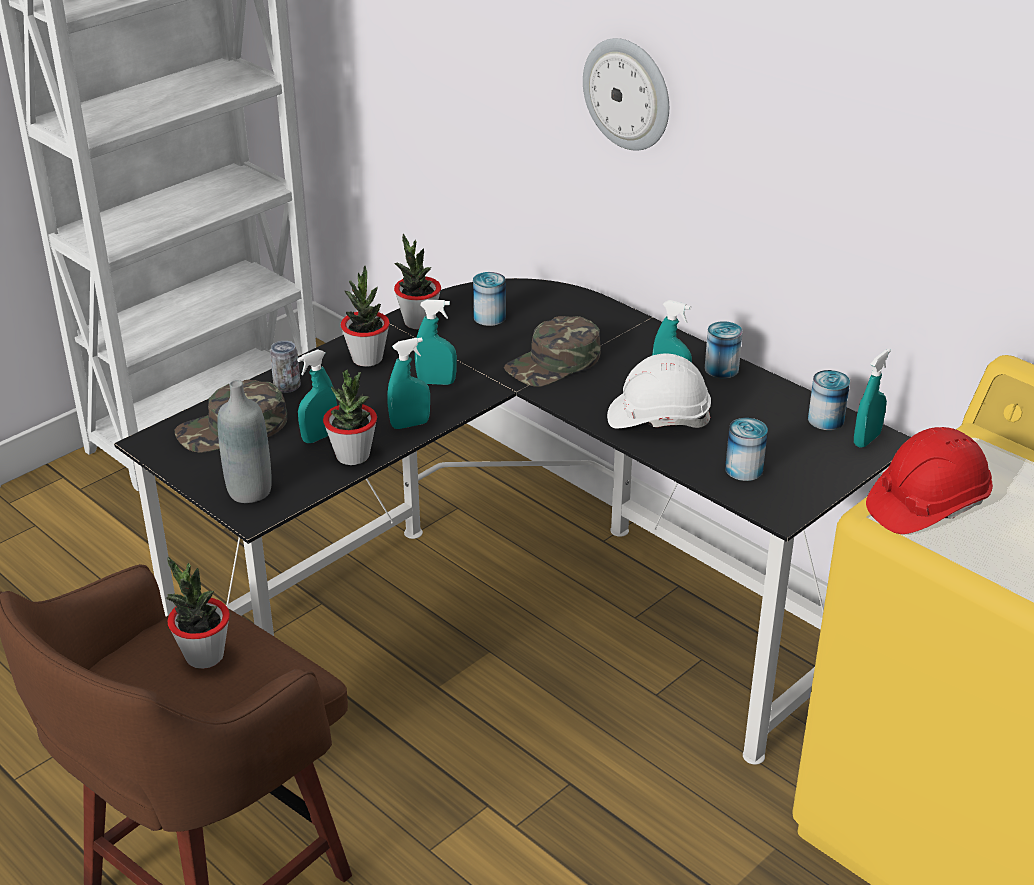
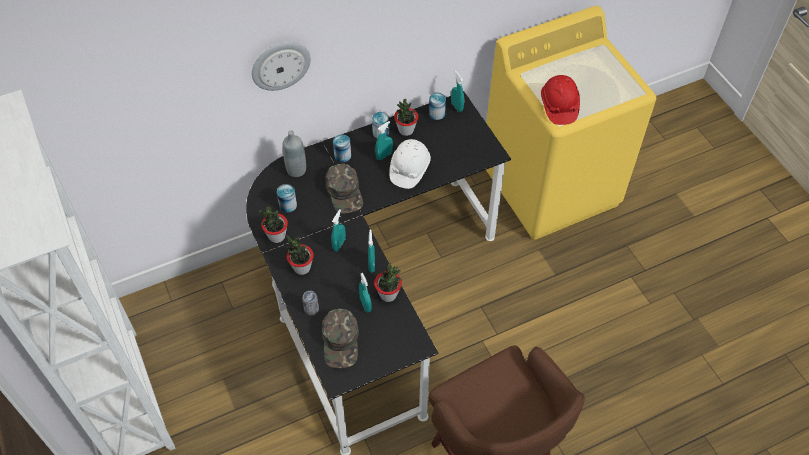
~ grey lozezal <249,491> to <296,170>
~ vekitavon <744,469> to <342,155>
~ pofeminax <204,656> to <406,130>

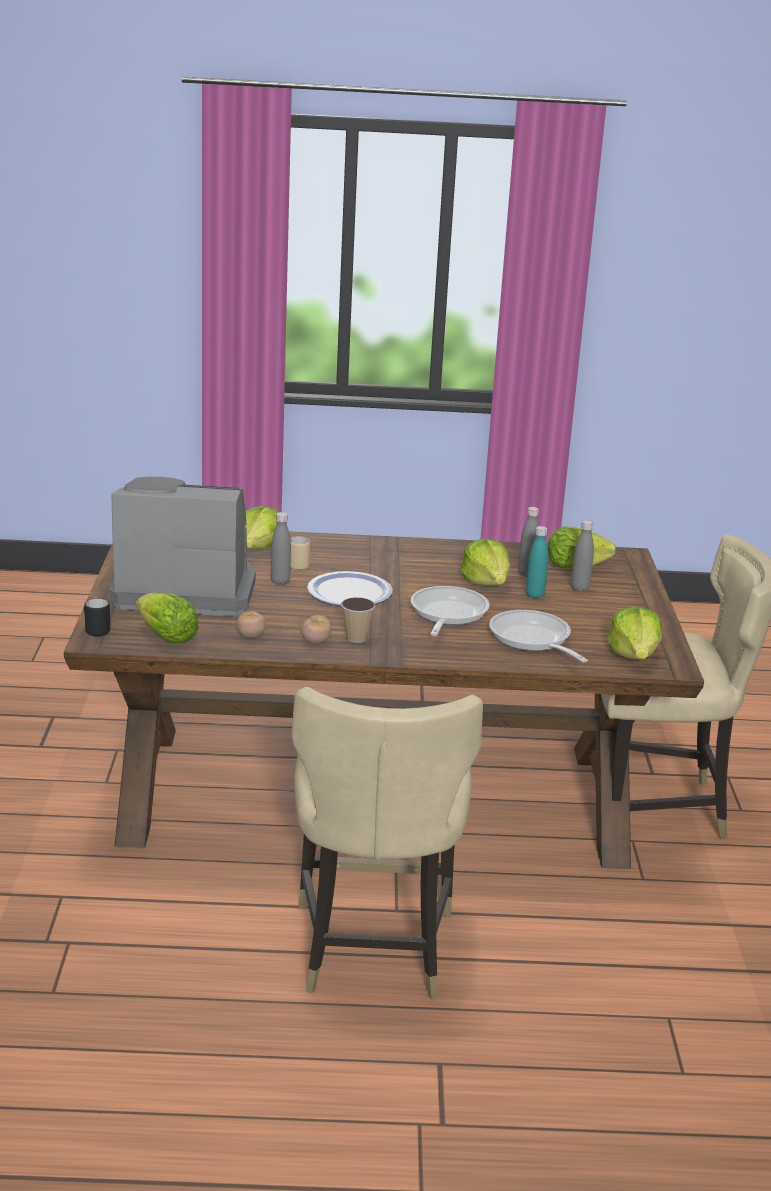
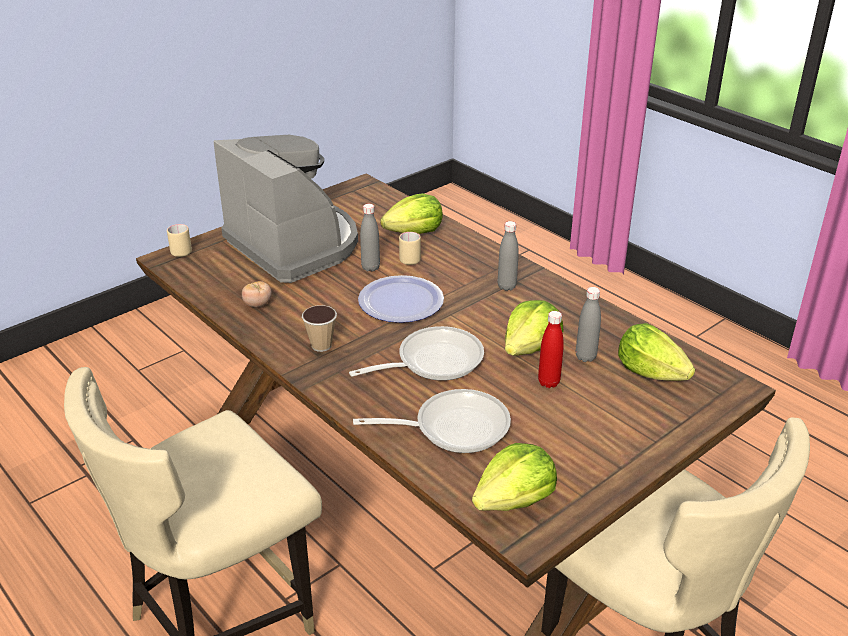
~ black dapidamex <95,630> to beige dapidamex <182,250>
~ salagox <533,640> = <453,427> 60 degrees clockwise
~ grey lozezal <579,588> to <506,286>
~ turquoise lozezal <534,595> to red lozezal <548,382>
- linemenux <166,637>
- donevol <315,641>

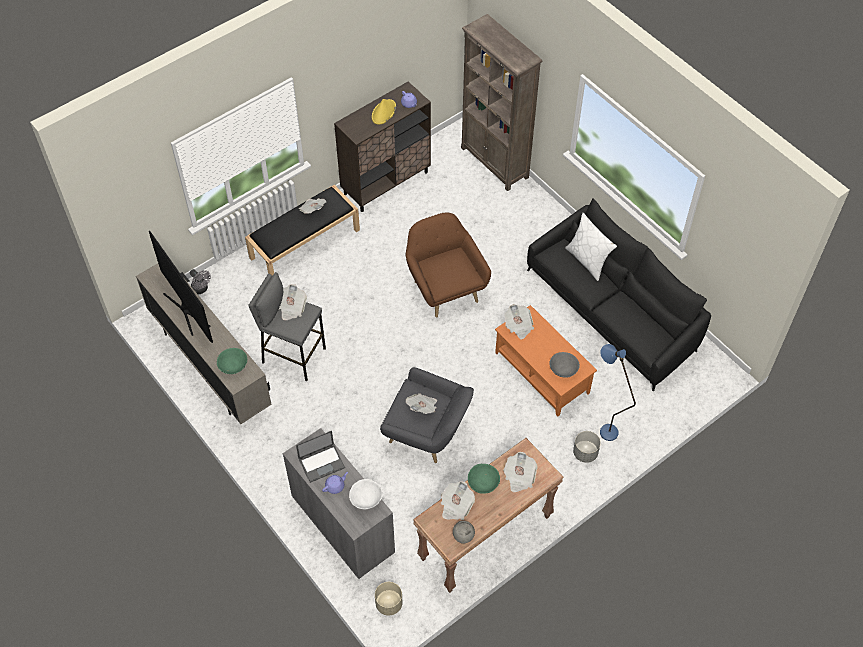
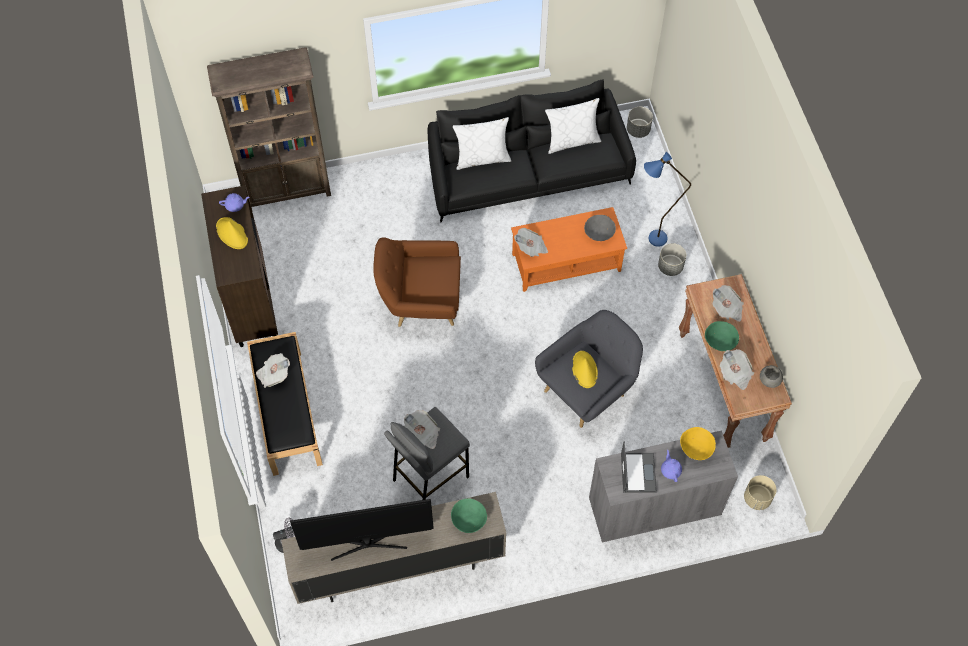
+ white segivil <572,140>
~ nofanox <422,407> to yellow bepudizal <584,369>
+ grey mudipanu <638,130>
~ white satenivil <366,498> to yellow satenivil <696,447>

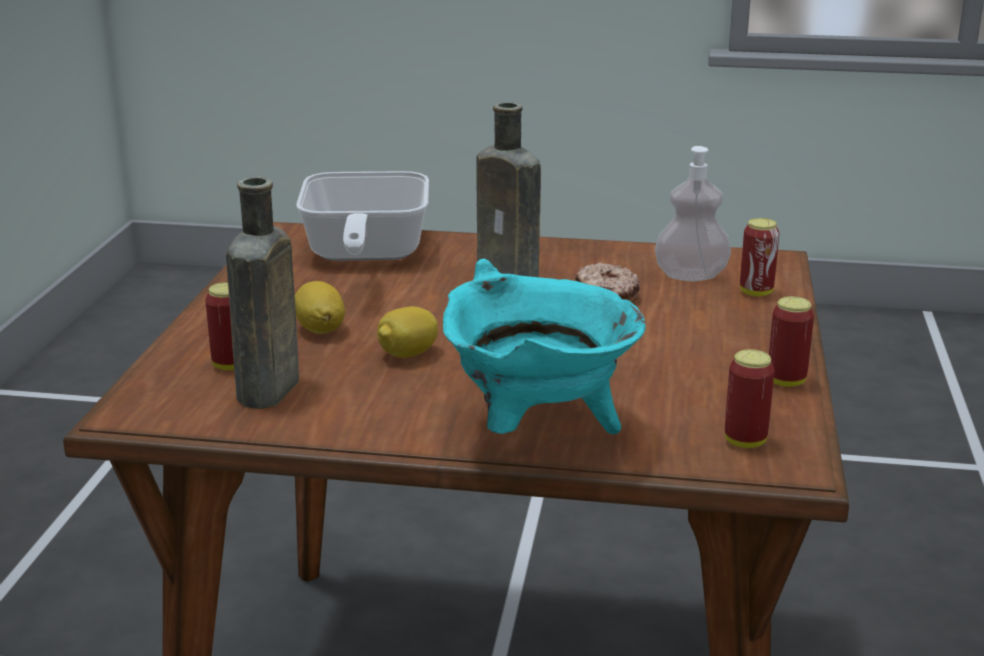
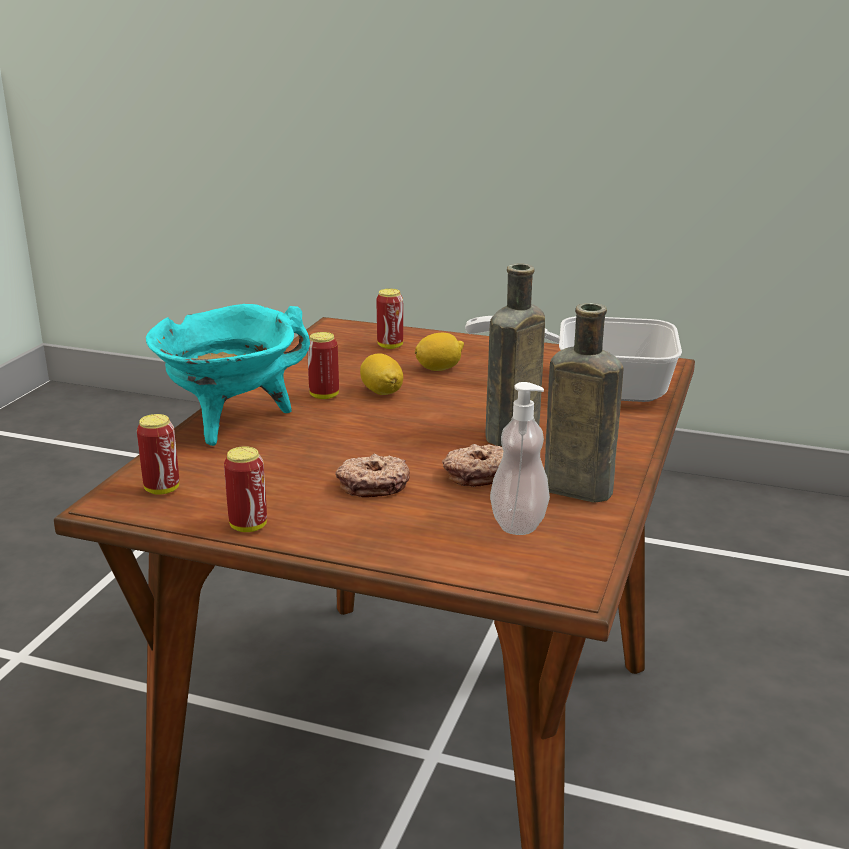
~ vekitavon <756,292> to <324,396>
+ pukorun <373,485>
~ brown lozezal <266,393> to <572,489>

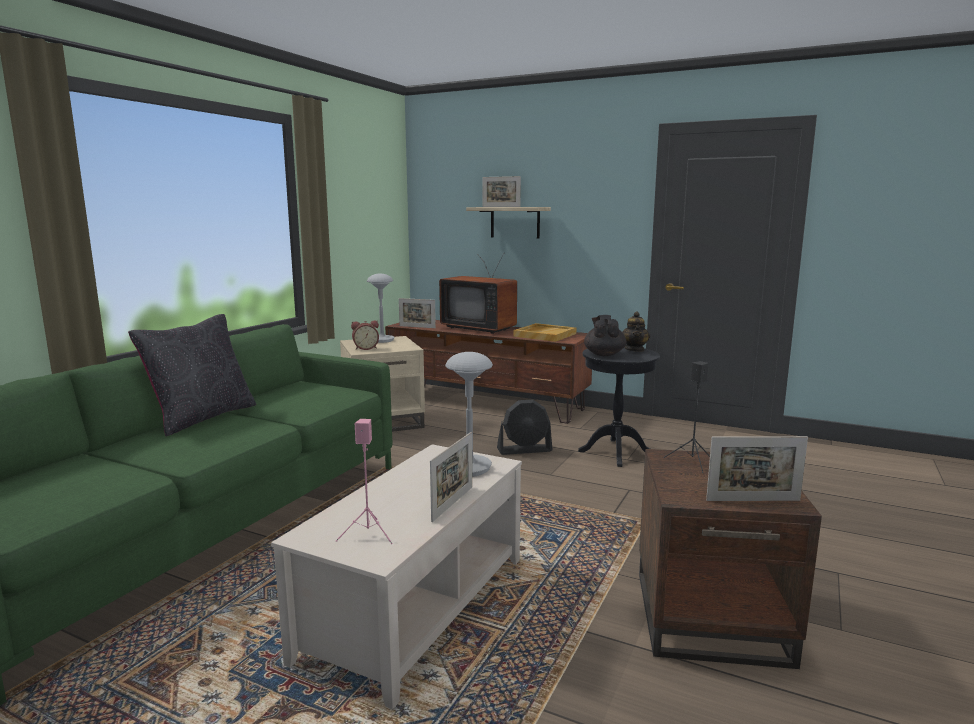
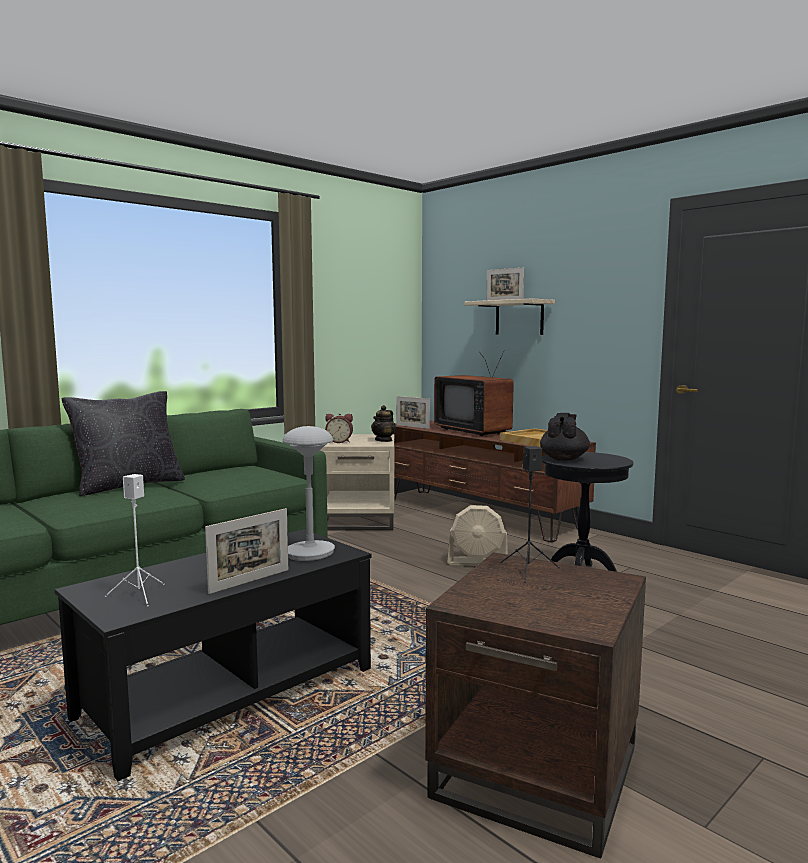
~ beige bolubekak <416,607> to black bolubekak <230,693>
~ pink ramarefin <369,534> to white ramarefin <139,595>
~ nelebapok <634,349> to <384,440>
~ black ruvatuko <524,450> to beige ruvatuko <478,563>
- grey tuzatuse <382,340>
- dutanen <753,500>

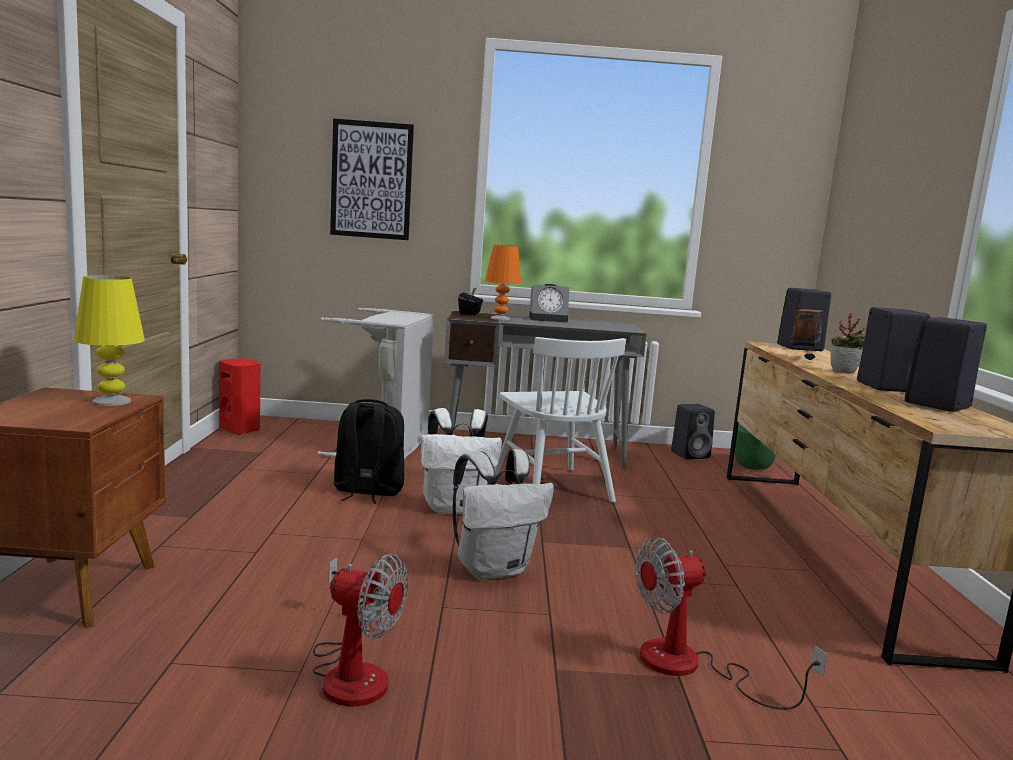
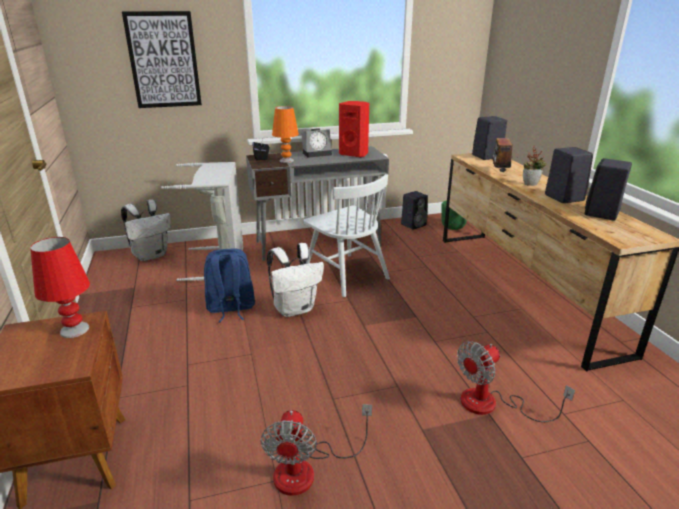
~ yellow tuzatuse <111,401> to red tuzatuse <74,330>
~ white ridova <493,569> to <151,255>
~ black ridova <367,491> to blue ridova <230,308>
~ ruvatuko <352,671> = <307,469> 90 degrees clockwise
~ red ramarefin <241,429> to <354,154>

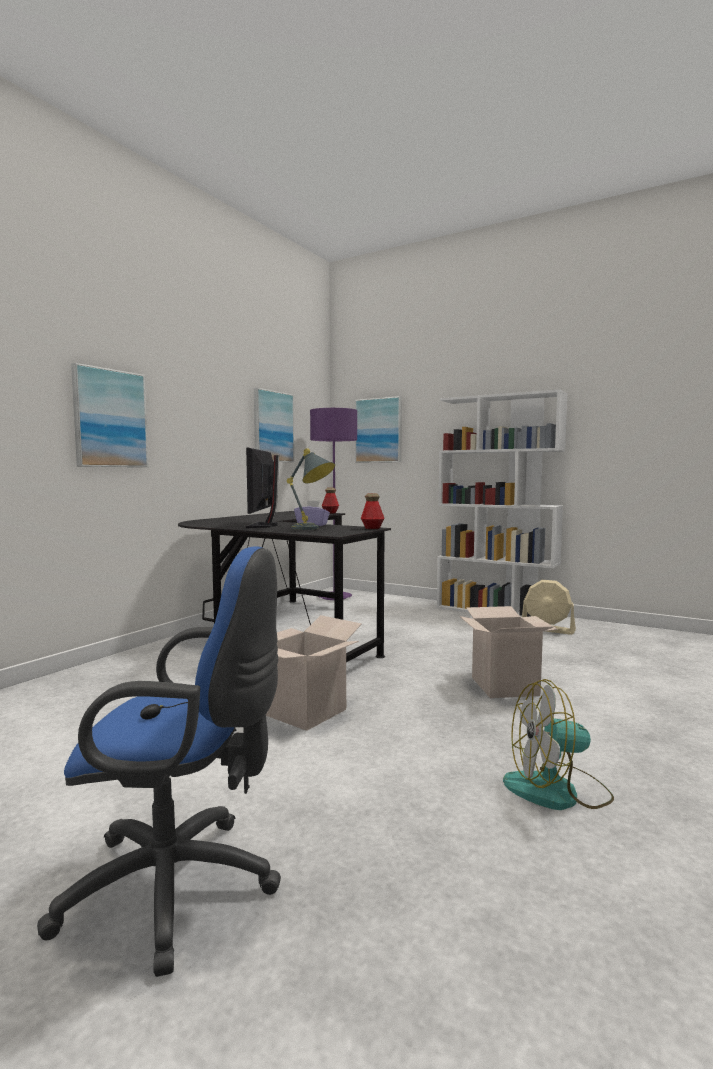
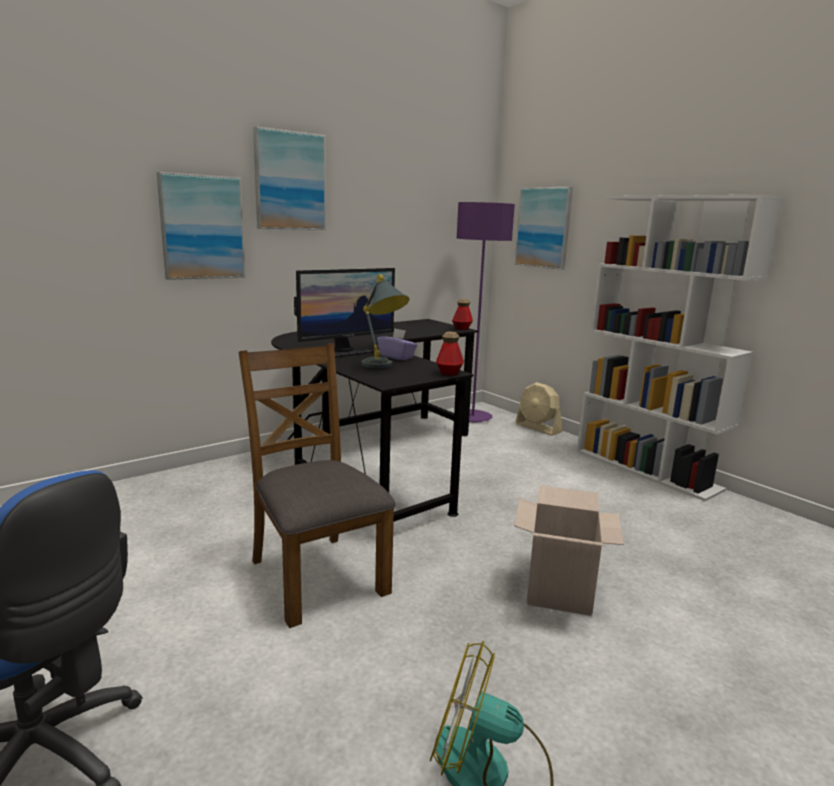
~ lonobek <305,712> to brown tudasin <316,576>
~ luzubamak <273,427> to <290,181>
~ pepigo <263,525> = <345,352> 150 degrees counterclockwise
~ beige ruvatuko <548,629> to <538,428>

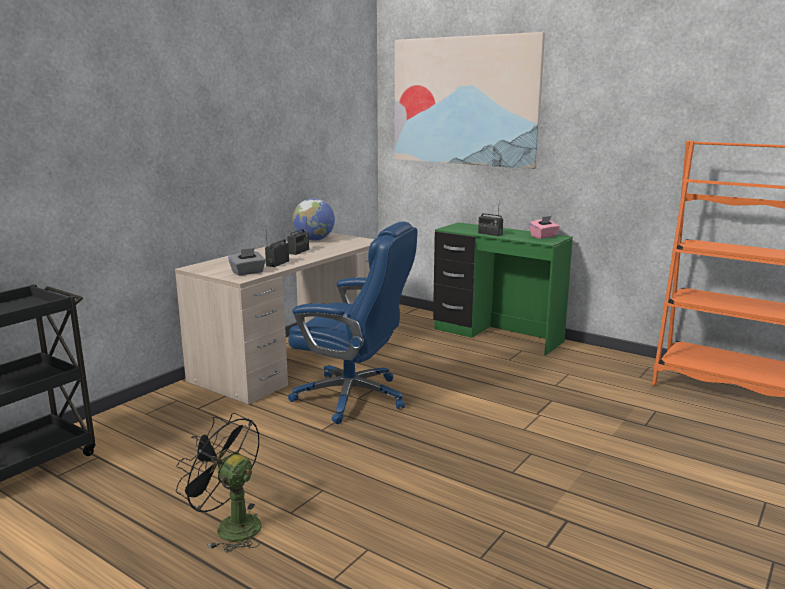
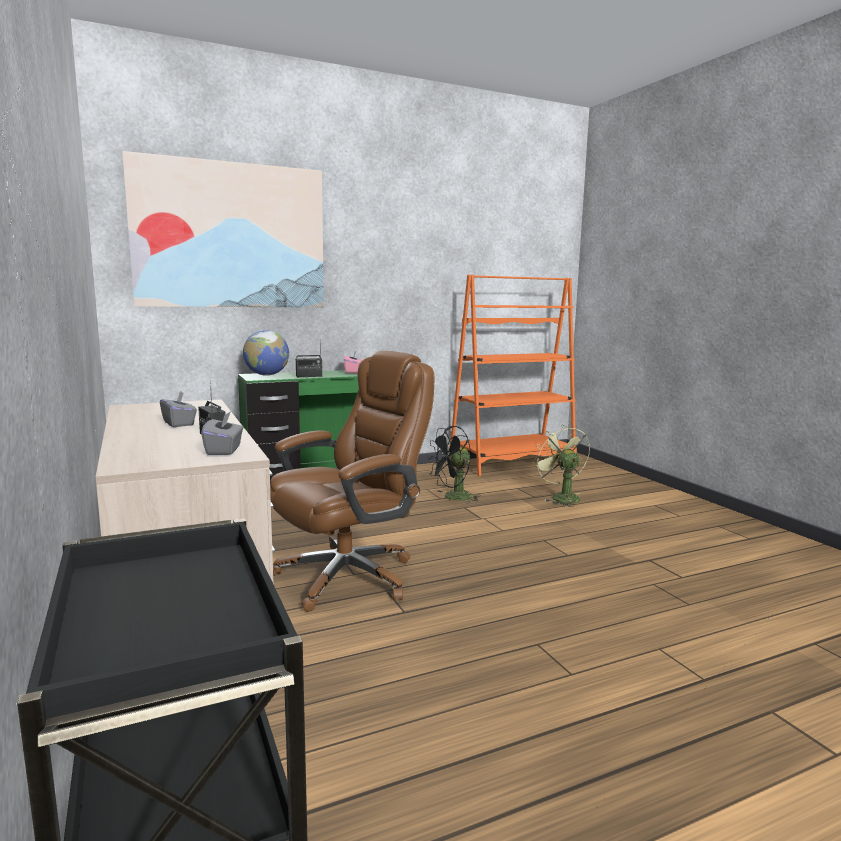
~ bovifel <298,251> to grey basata <179,423>
~ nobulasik <314,240> to <266,375>
~ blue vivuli <353,397> to brown vivuli <349,576>
~ black ruvatuko <230,526> to <453,498>
+ green ruvatuko <560,497>

